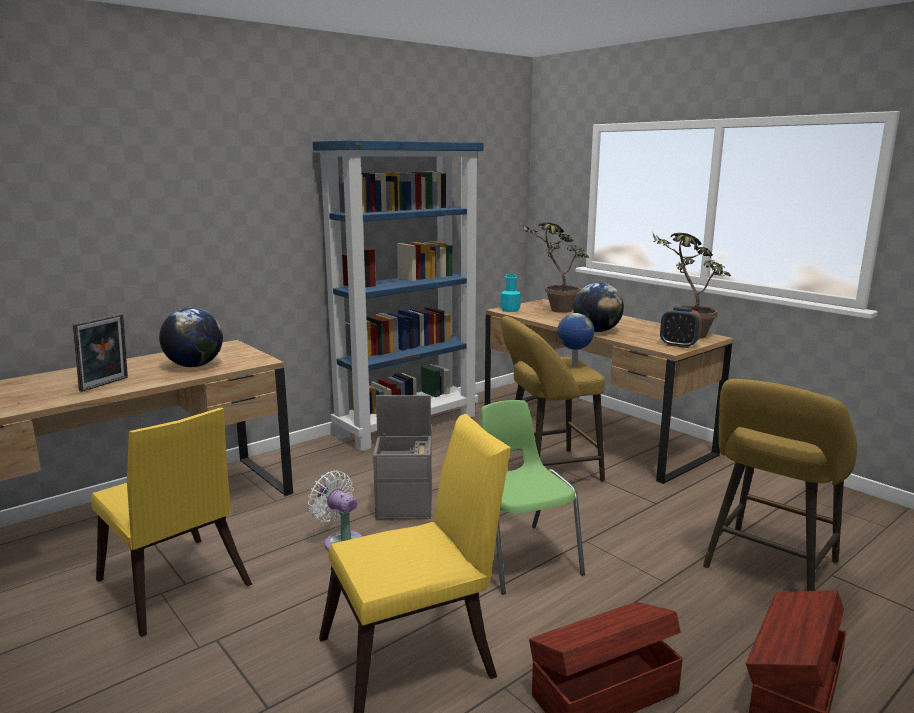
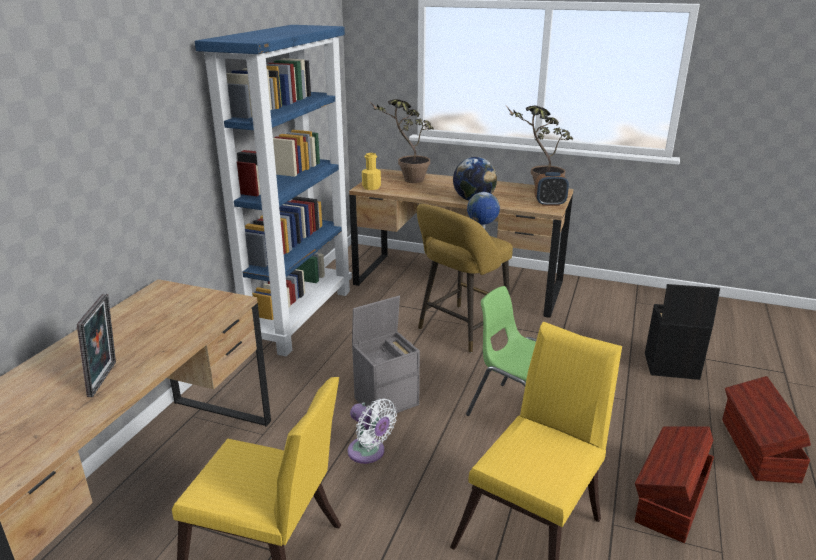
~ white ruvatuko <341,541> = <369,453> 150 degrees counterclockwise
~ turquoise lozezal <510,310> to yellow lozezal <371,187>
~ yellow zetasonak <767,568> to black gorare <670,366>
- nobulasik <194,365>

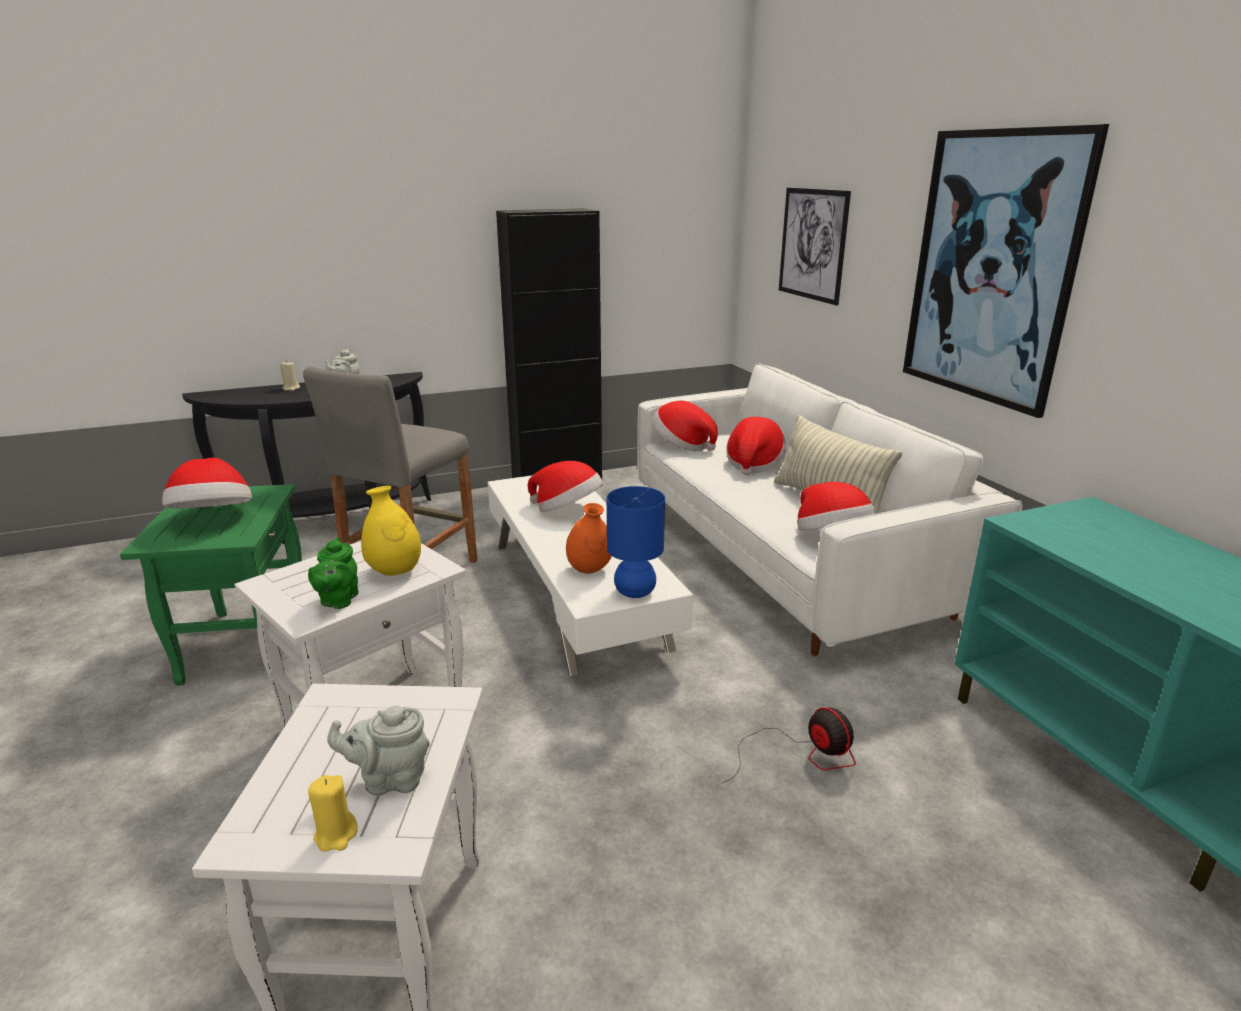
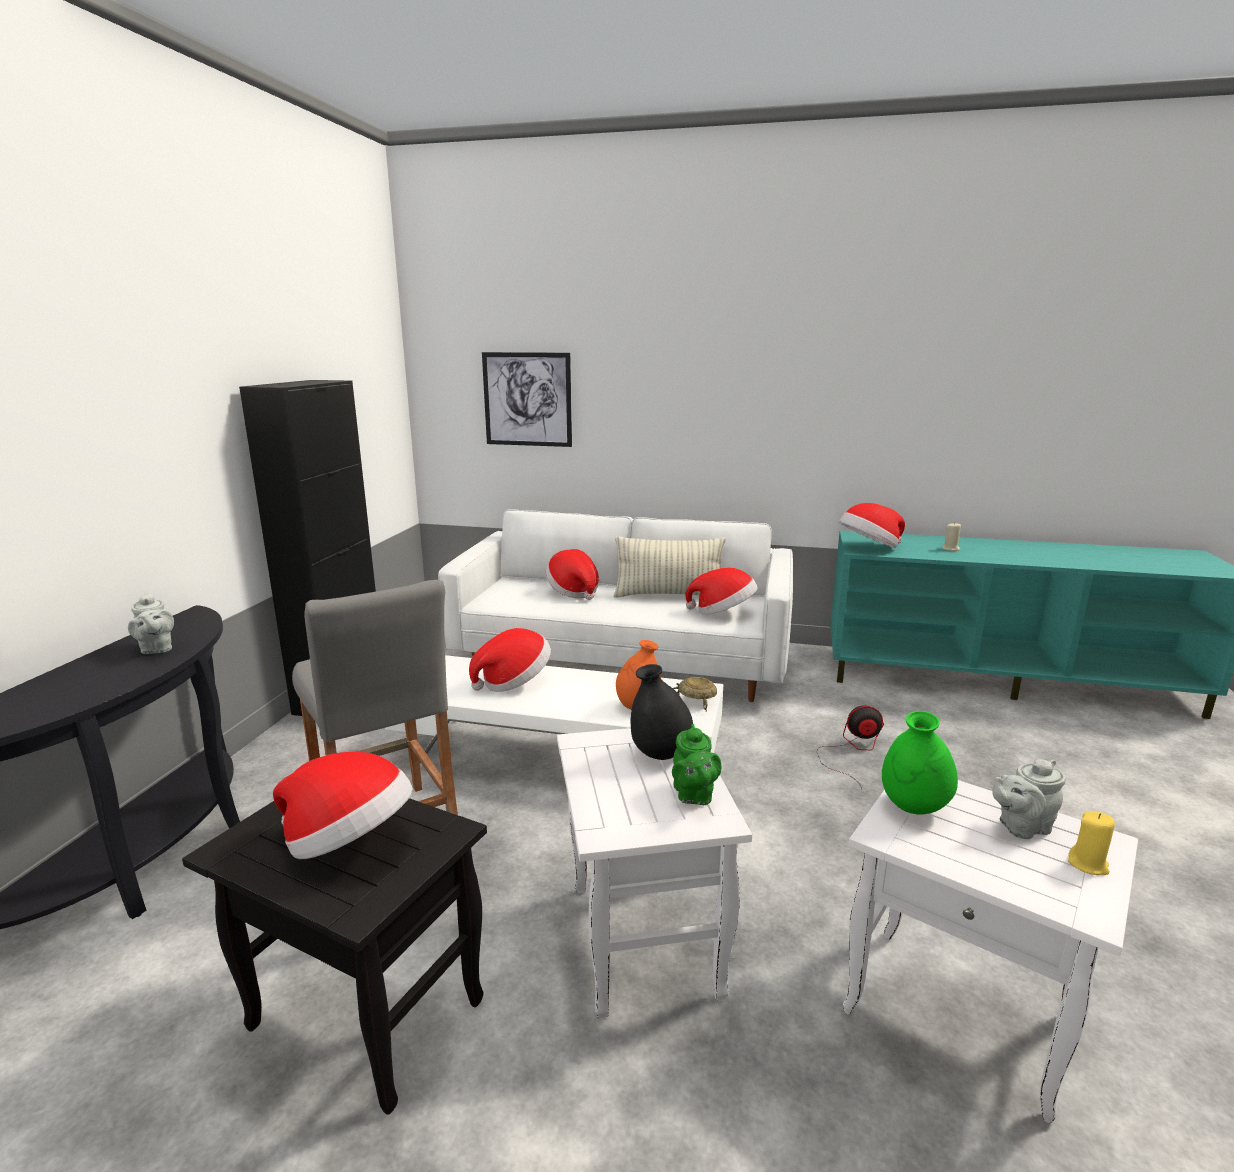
~ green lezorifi <245,643> to black lezorifi <362,1016>
~ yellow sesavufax <395,571> to black sesavufax <660,754>
~ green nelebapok <338,600> = <693,795> 45 degrees clockwise
~ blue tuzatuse <634,592> to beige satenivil <697,702>
~ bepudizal <682,445> to <869,548>
+ green sesavufax <913,807>
~ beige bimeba <291,388> to <950,549>
~ grey nelebapok <390,779> = <1021,827> 45 degrees clockwise
- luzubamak <991,268>

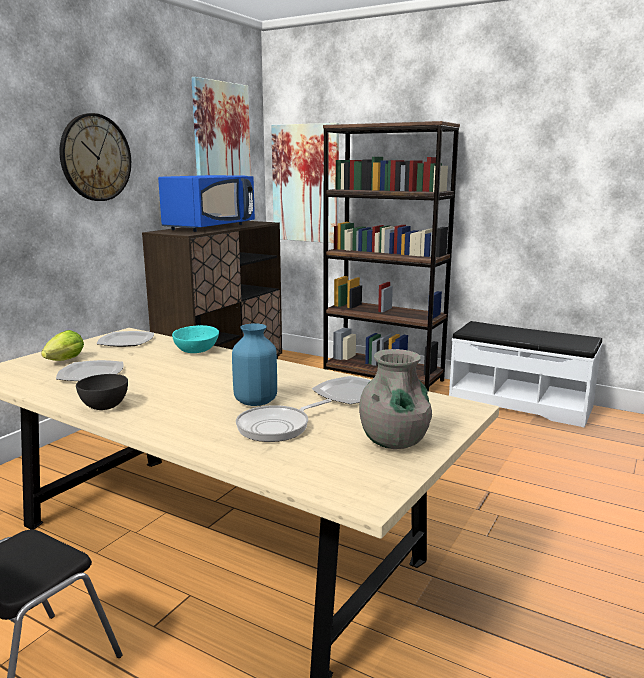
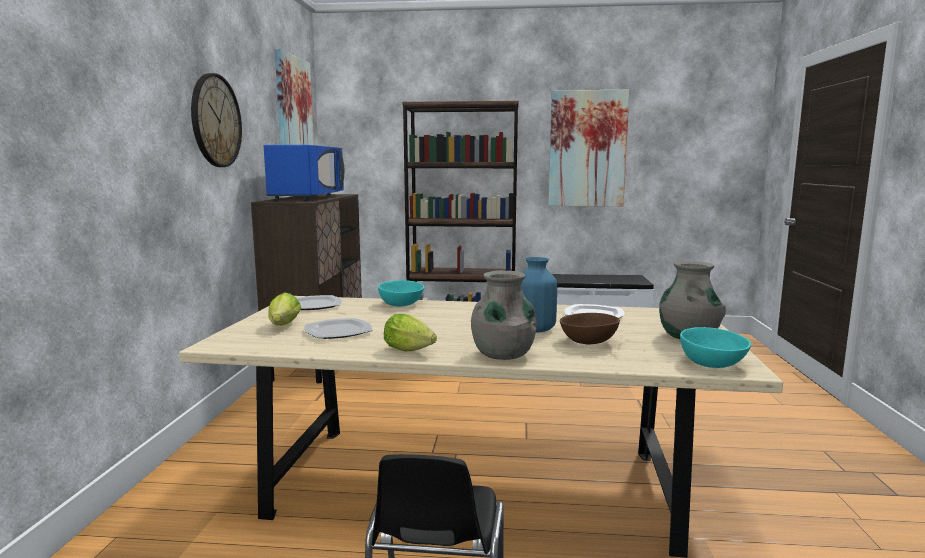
~ grey satenivil <105,406> to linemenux <411,351>
+ grey sesavufax <503,355>
~ luzubamak <305,183> to <587,149>
~ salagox <277,427> to brown satenivil <589,342>
+ turquoise satenivil <711,363>

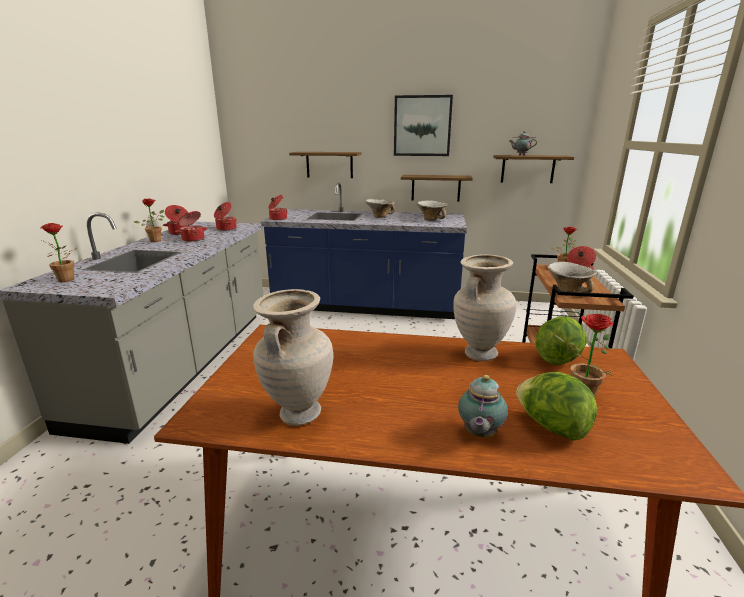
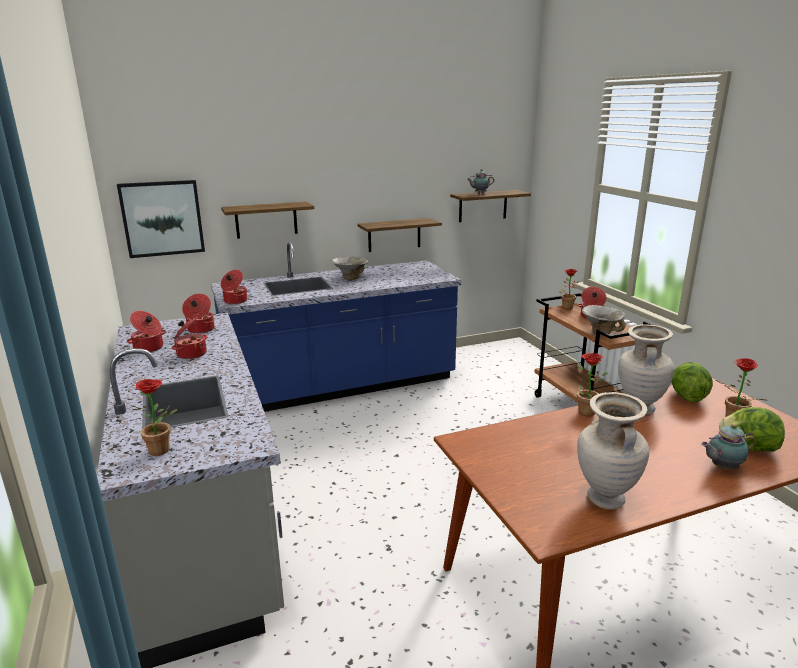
~ luzubamak <422,126> to <162,218>
~ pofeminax <156,240> to <583,411>
~ nelebapok <479,434> = <722,468> 90 degrees clockwise
- satenivil <431,219>

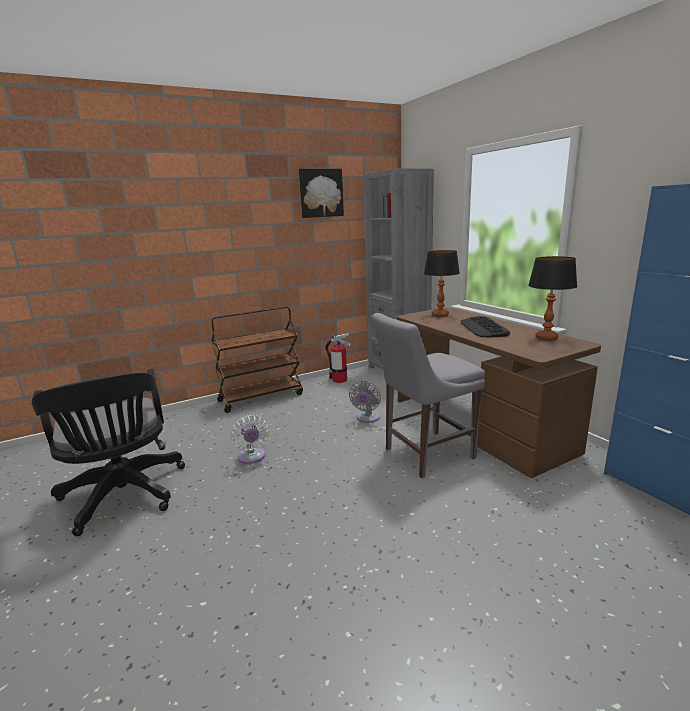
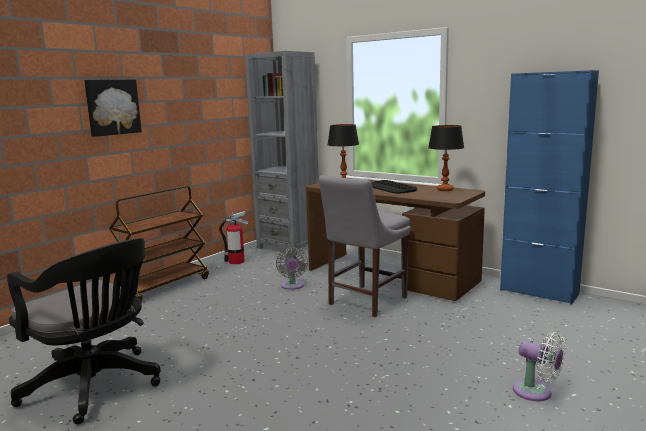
~ luzubamak <320,193> to <112,107>
~ white ruvatuko <252,458> to <536,392>

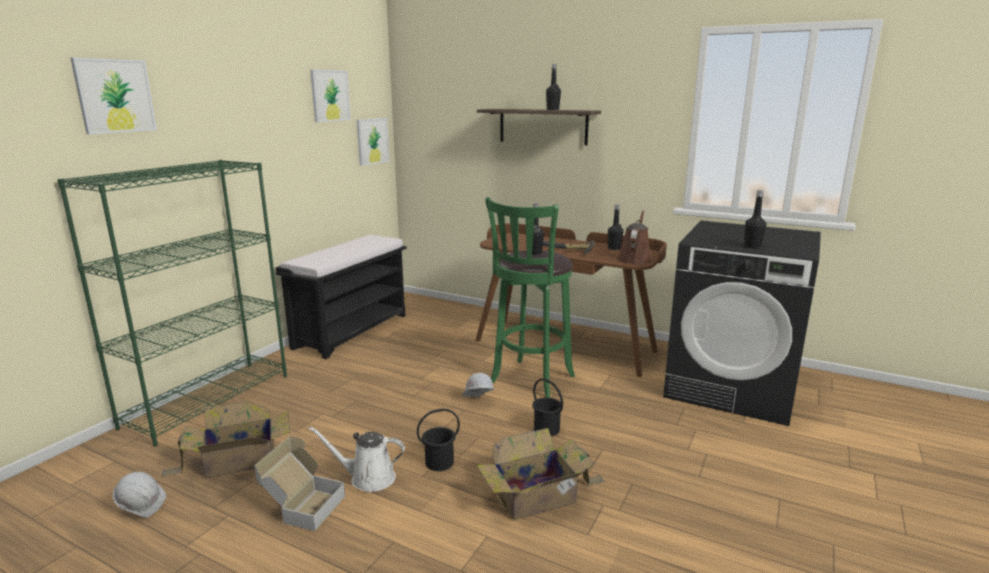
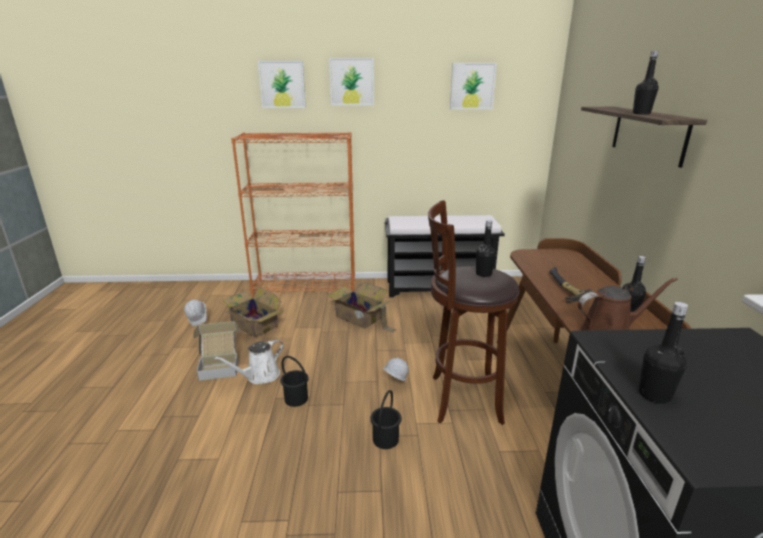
~ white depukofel <368,478> = <260,376> 105 degrees counterclockwise
~ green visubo <209,400> to orange visubo <306,287>
~ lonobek <538,496> to <360,318>
~ luzubamak <372,141> to <352,82>
~ green zetasonak <530,381> to brown zetasonak <461,399>

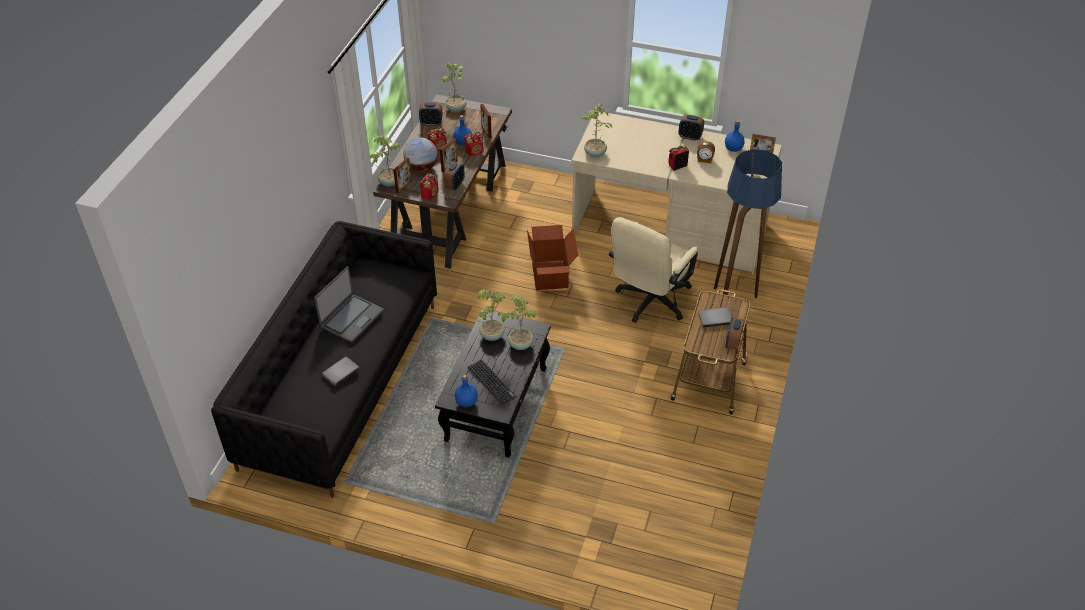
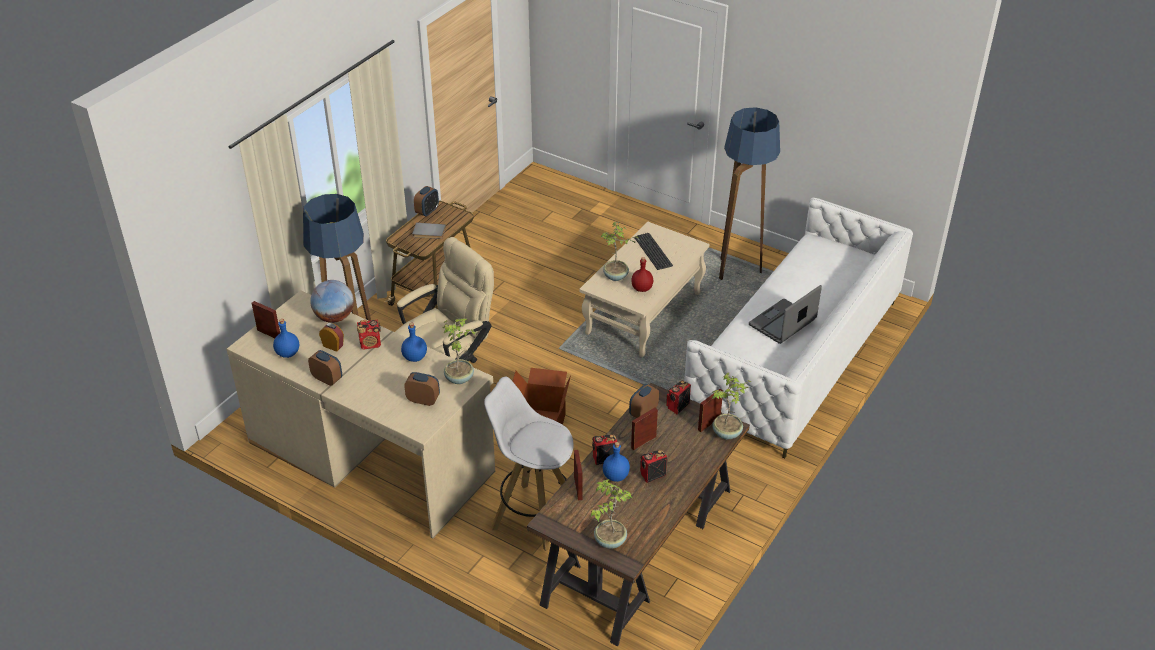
~ nobulasik <422,168> to <334,317>
~ blue lozezal <466,402> to <415,357>
~ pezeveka <431,123> to <423,400>
+ white zetasonak <533,516>
~ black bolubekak <496,403> to beige bolubekak <643,314>
~ pofeminax <491,335> to red lozezal <641,289>
~ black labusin <341,382> to white labusin <795,358>
+ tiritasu <739,271>
- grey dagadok <340,371>

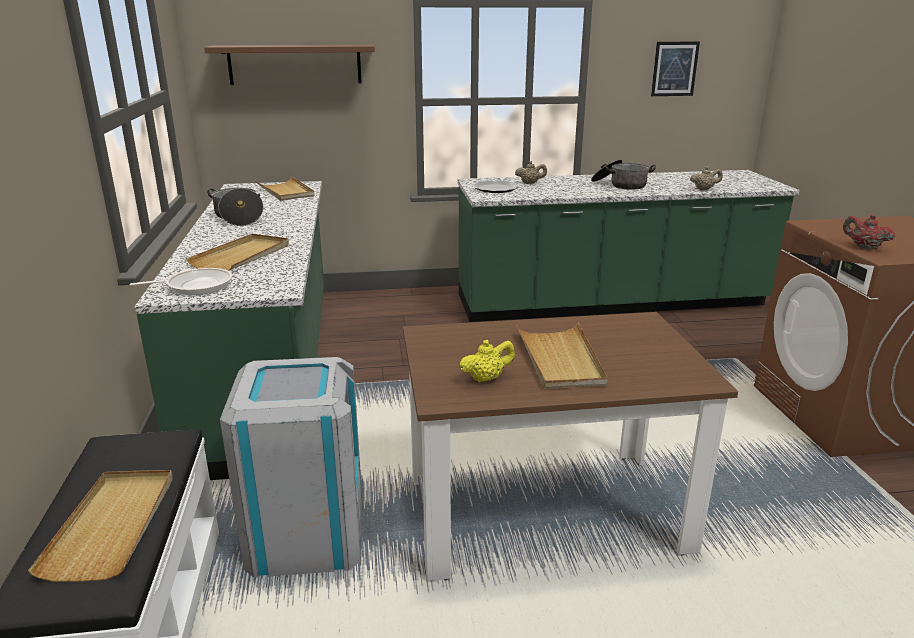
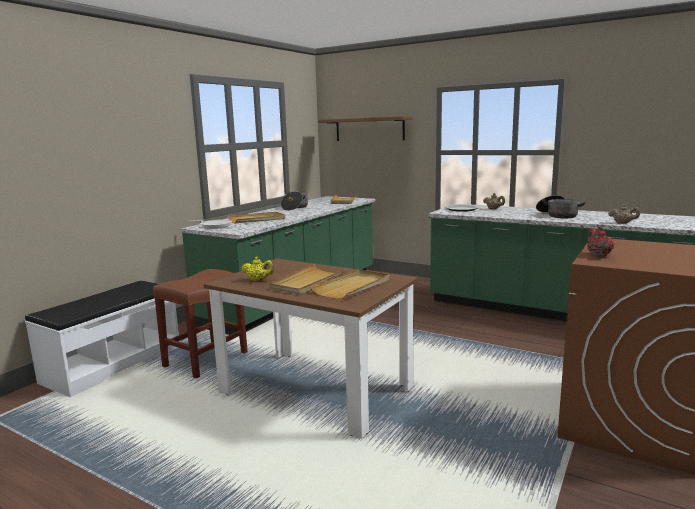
~ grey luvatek <306,534> to brown zetasonak <206,359>
~ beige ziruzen <113,525> to <352,287>
- luzubamak <674,69>

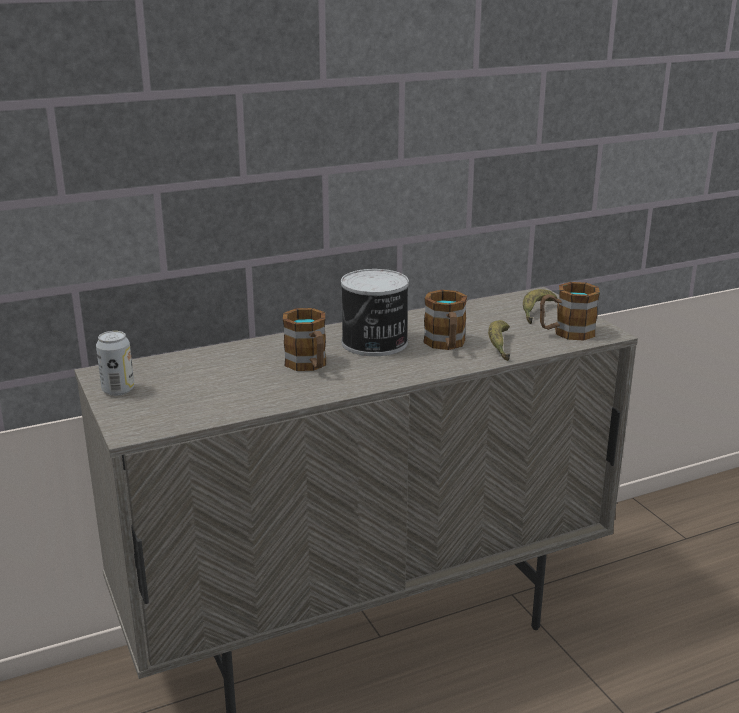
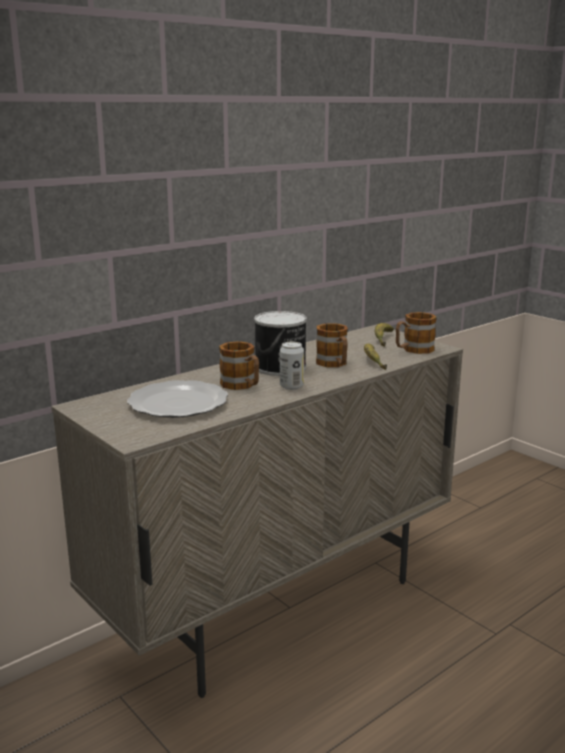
+ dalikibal <179,404>
~ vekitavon <118,390> to <291,386>

